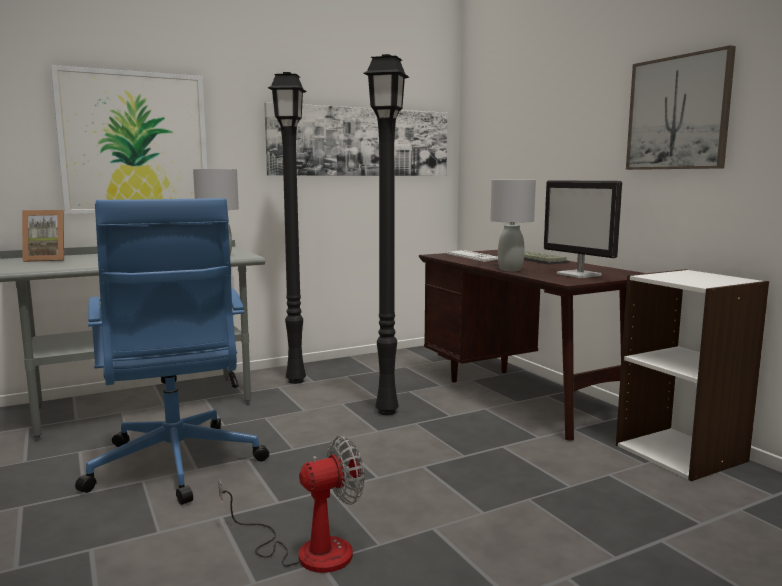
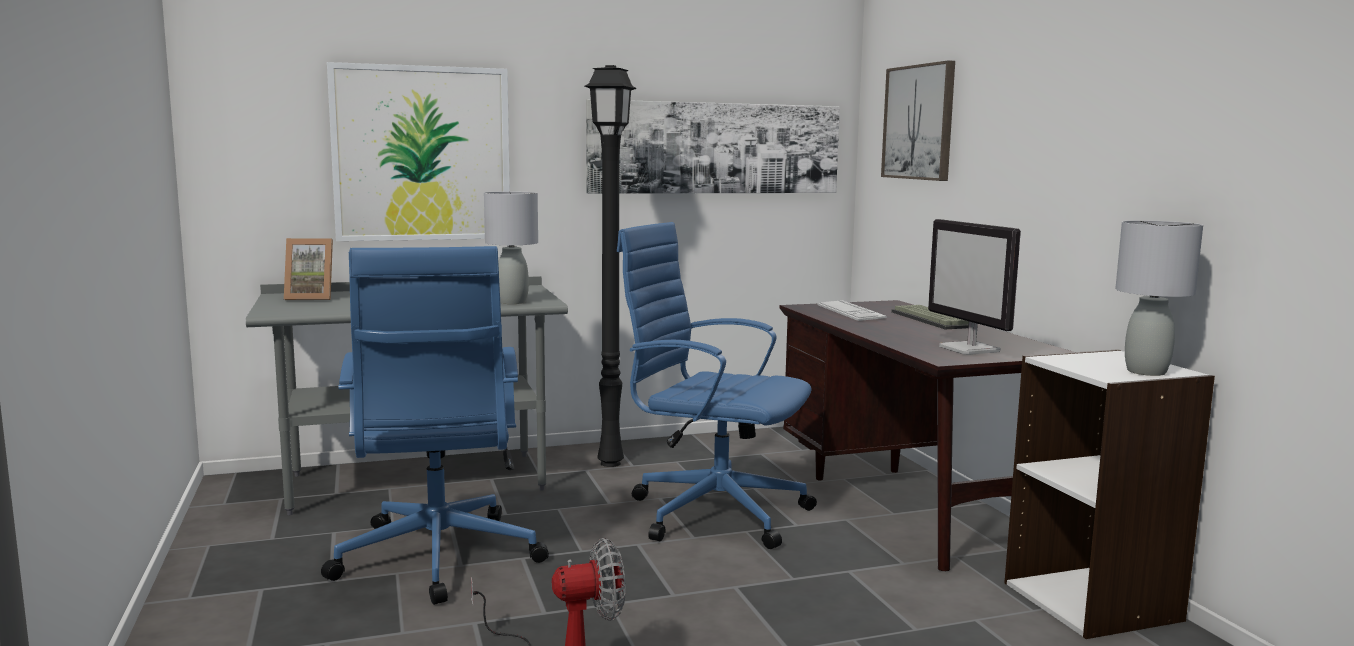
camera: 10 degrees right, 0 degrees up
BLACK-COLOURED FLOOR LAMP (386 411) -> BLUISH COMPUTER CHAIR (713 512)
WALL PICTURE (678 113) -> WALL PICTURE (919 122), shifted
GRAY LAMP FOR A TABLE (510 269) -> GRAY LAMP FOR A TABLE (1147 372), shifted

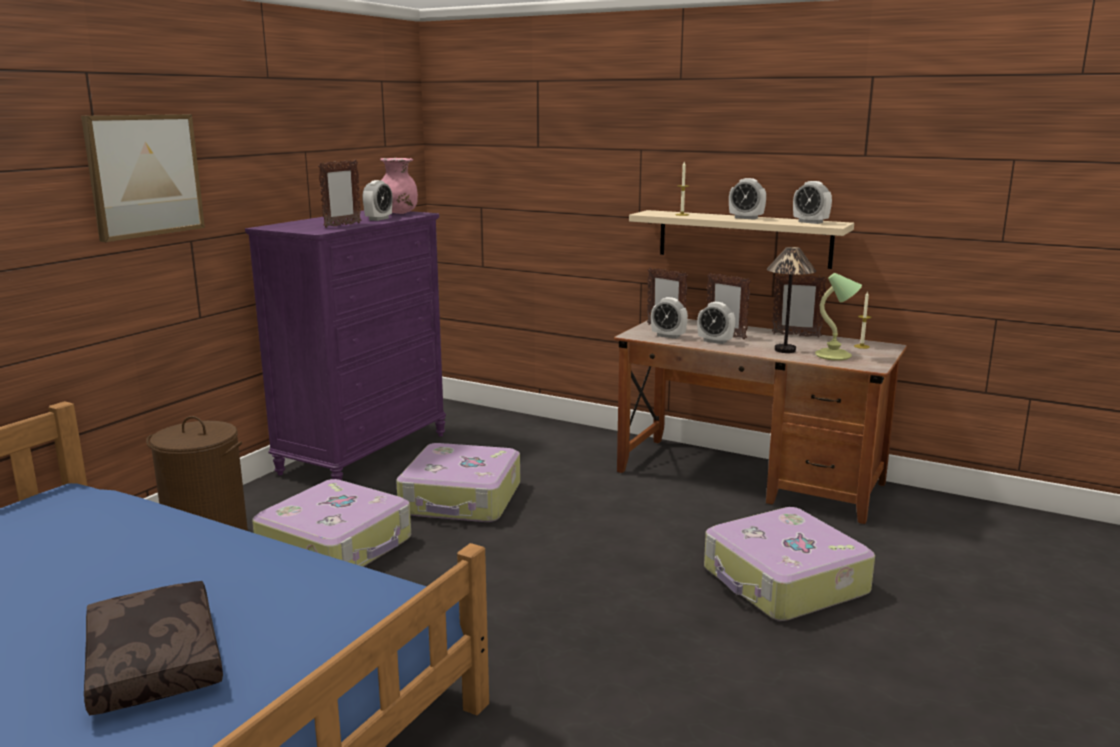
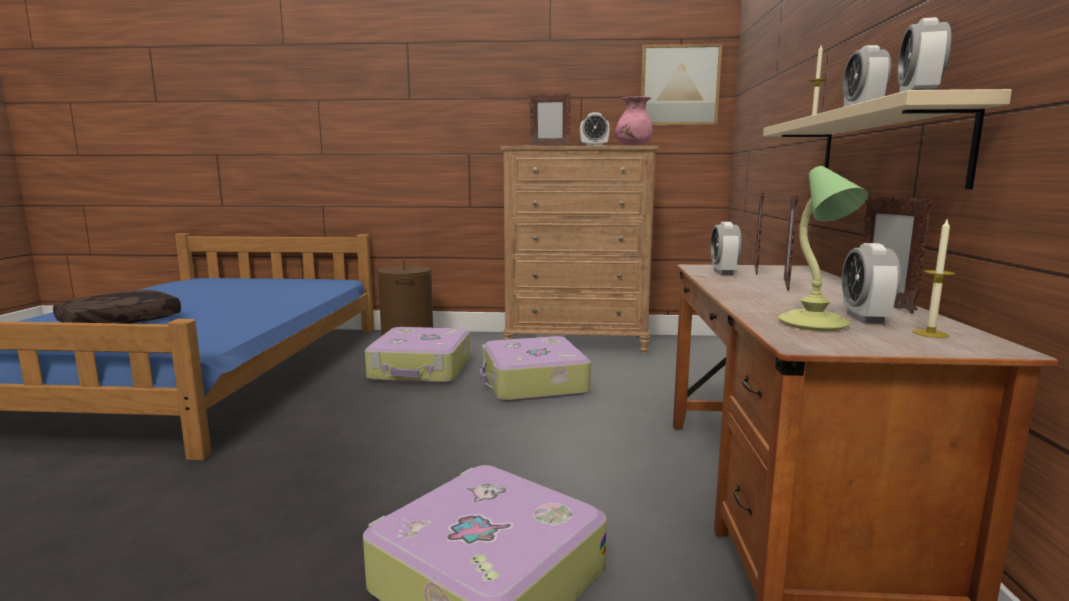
camera: 65 degrees right, 5 degrees down
PURPLE DRAWER CHEST (364 453) -> BROWN-COLOURED DRAWER CHEST (576 343)
WALL PICTURE (144 175) -> WALL PICTURE (679 86), shifted
TABLE CLOCK (715 341) -> TABLE CLOCK (865 318), shifted
LAMP FOR A TABLE (785 350) -> none

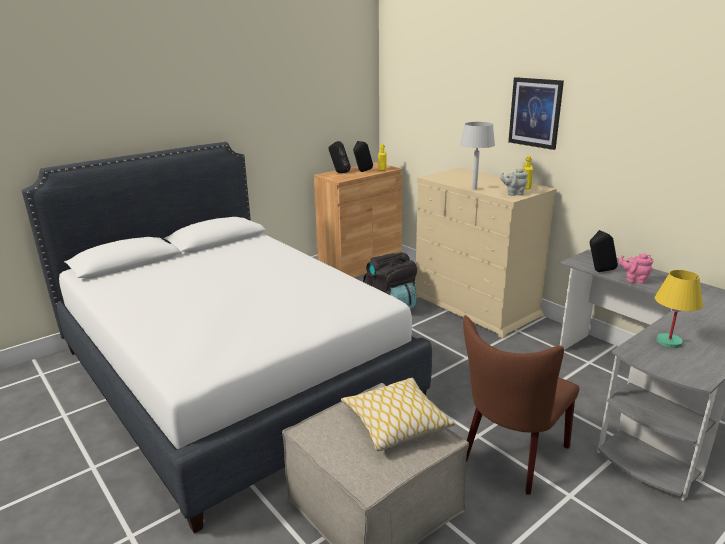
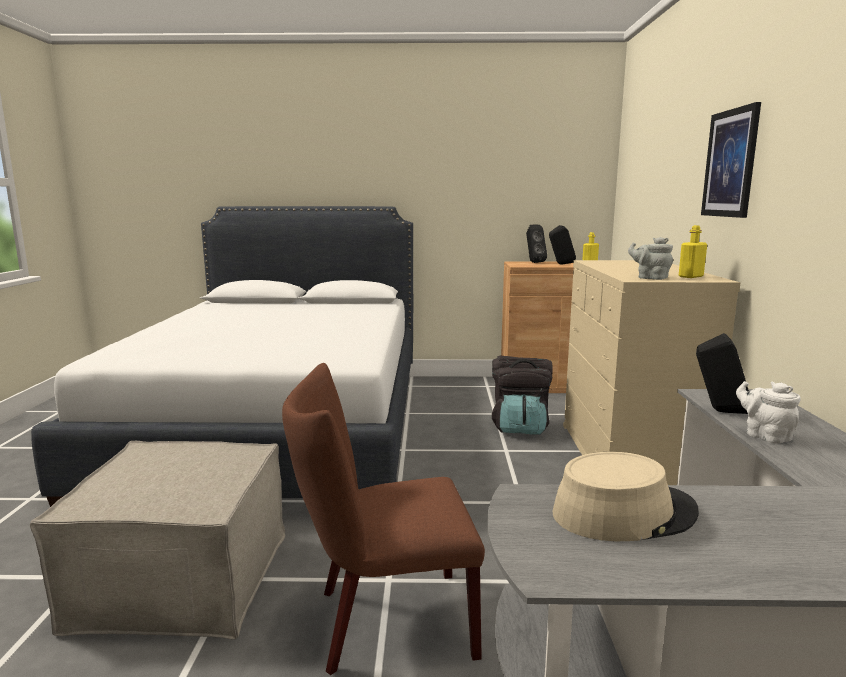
camera: 40 degrees right, 10 degrees down
YELLOW LAMP FOR A TABLE (668 342) -> BEIGE CLOTHING HAT (623 513)
PINK TEAPOT (634 280) -> WHITISH TEAPOT (765 435)
PILLOW (395 423) -> none
GRAY LAMP FOR A TABLE (474 189) -> none

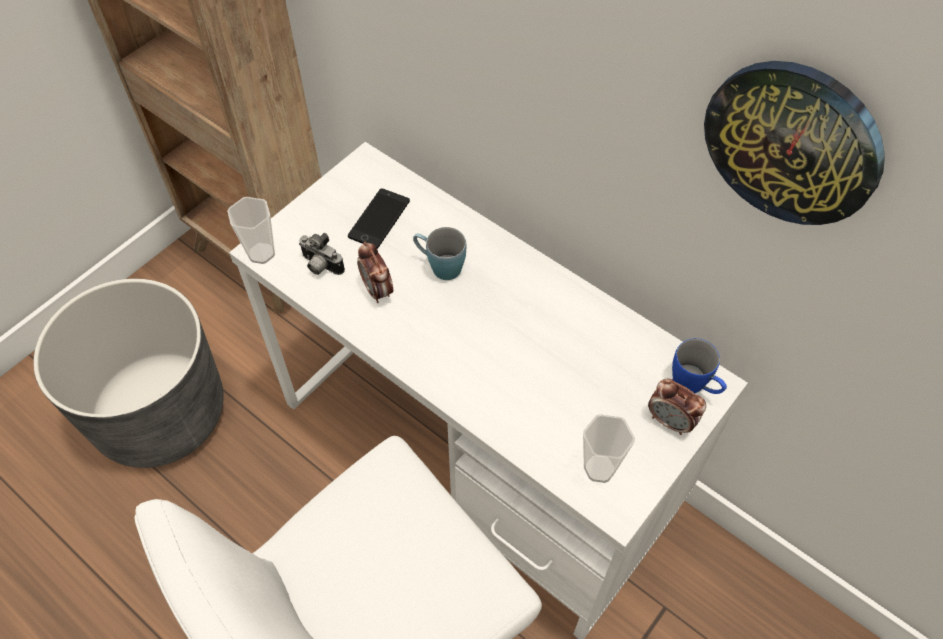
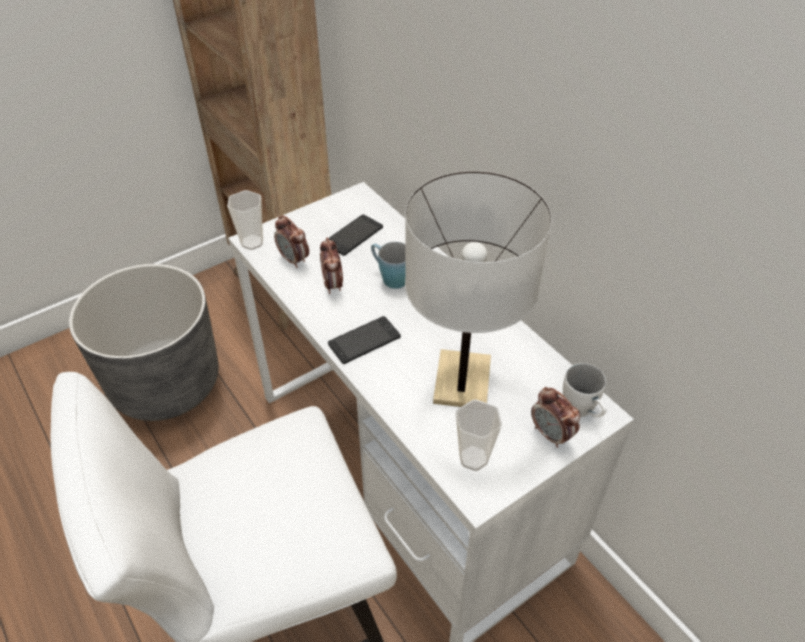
camera: 15 degrees right, 10 degrees down
PHOTO CAMERA (320 266) -> TABLE CLOCK (294 260)
none -> PHONE (364 340)
none -> WHITISH LAMP FOR A TABLE (462 381)
BLUISH TEA MUG (694 386) -> WHITISH TEA MUG (582 411)
WALL CLOCK (792 143) -> none

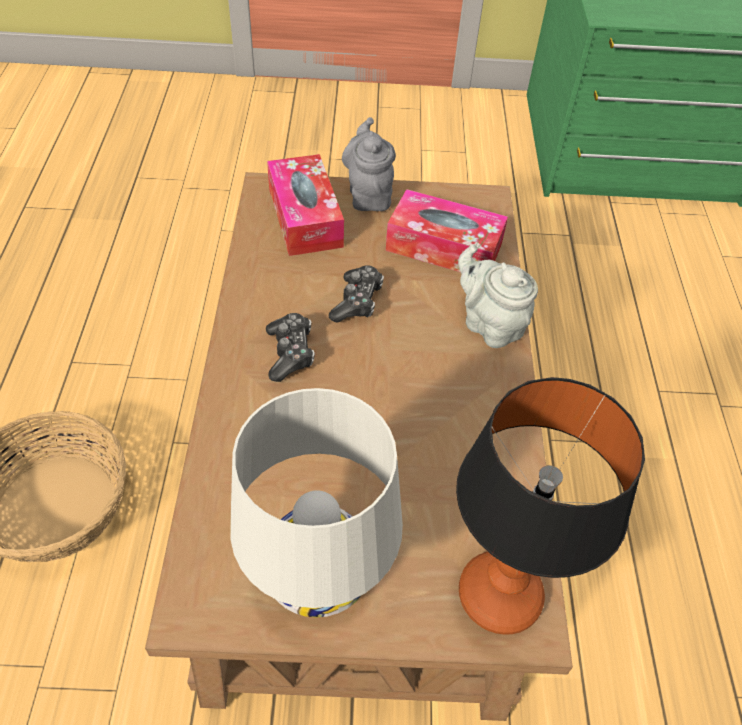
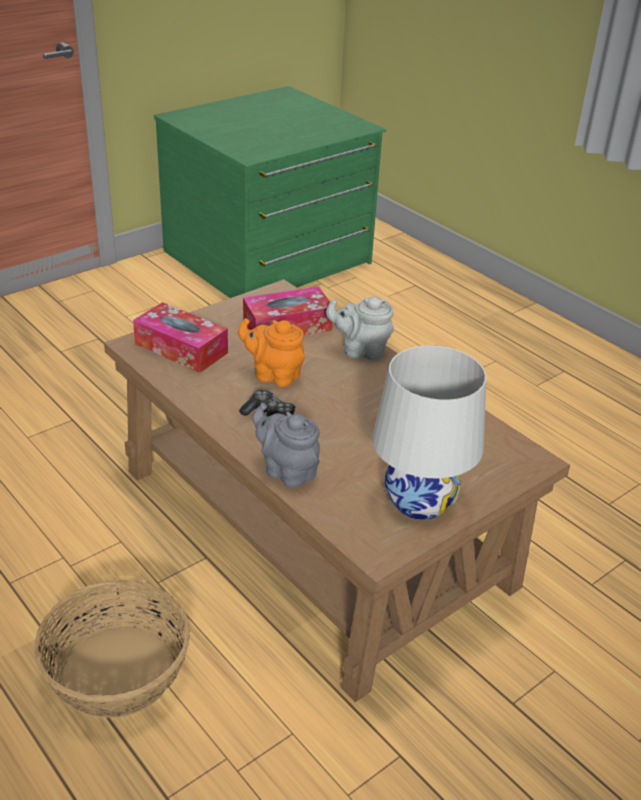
camera: 40 degrees left, 15 degrees down
JOYPAD (357 301) -> ORANGE TEAPOT (273 375)
GRAY TEAPOT (368 195) -> GRAY TEAPOT (287 471), shifted
LAMP FOR A TABLE (501 596) -> none

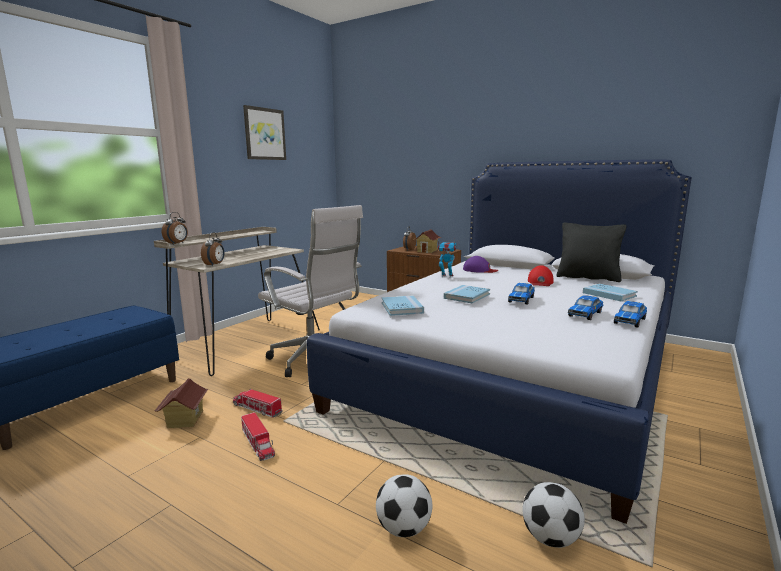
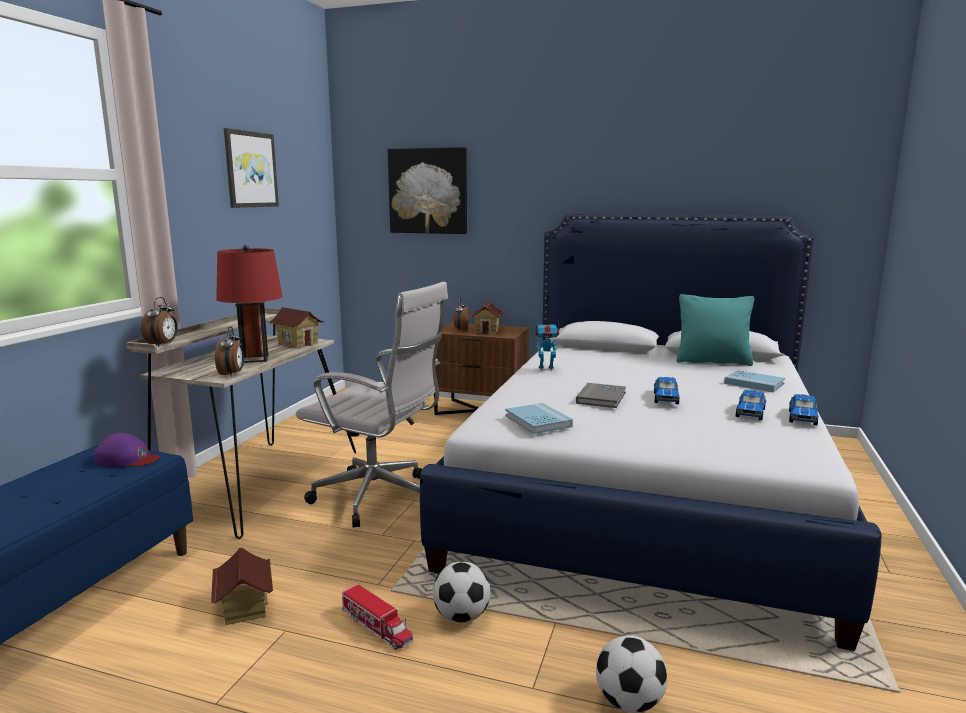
camera: 15 degrees left, 0 degrees up
PURPLE BASEBALL CAP (479 270) -> PURPLE BASEBALL CAP (127 459), shifted
none -> RED-COLOURED LAMP FOR A TABLE (255 359)
none -> MINIATURE HOUSE (298 343)
none -> WALL PICTURE (428 191)
BALL FOR FOOTBALL (550 538) -> BALL FOR FOOTBALL (462 617), shifted
BLUISH VOLUME (467 296) -> GRAY VOLUME (601 398)
BLACK-COLOURED PILLOW (588 278) -> BLUE-GREEN PILLOW (712 361)
TOY TRUCK (257 409) -> none
RED-COLOURED BASEBALL CAP (540 282) -> none

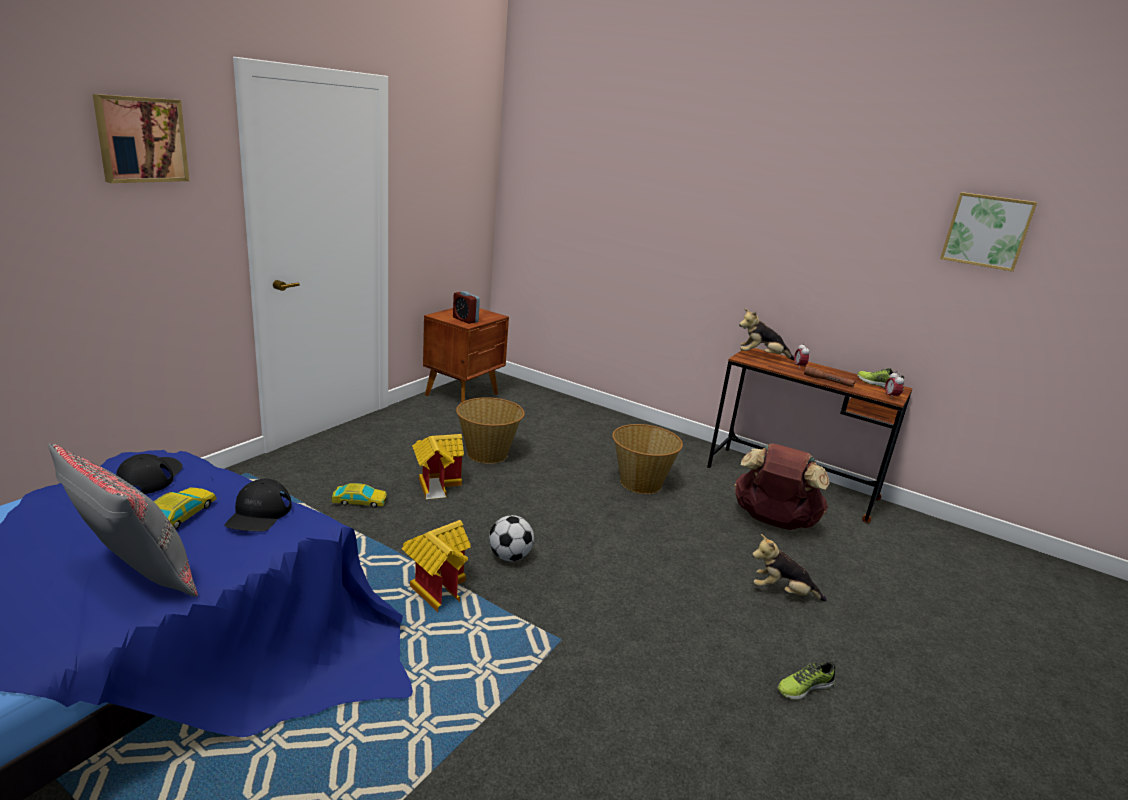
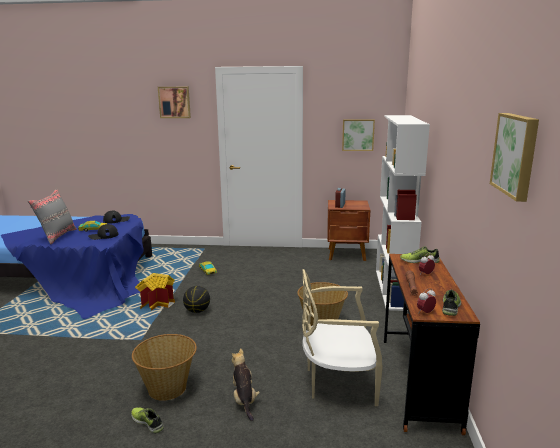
camera: 65 degrees right, 5 degrees down
HOUSEHOLD BASKET (488 453) -> HOUSEHOLD BASKET (168 388), shifted
BALL FOR FOOTBALL (510 556) -> BASKETBALL BALL (197 311)
BROWN-COLOURED BACKPACK (773 522) -> BEIGE PLAIN CHAIR (338 382)
none -> WALL PICTURE (358 135)
none -> WHITISH BOOKCASE (393 289)
CUDDLY TOY (761 357) -> ITEM OF FOOTWEAR (419 261)
MINIATURE HOUSE (437 484) -> none

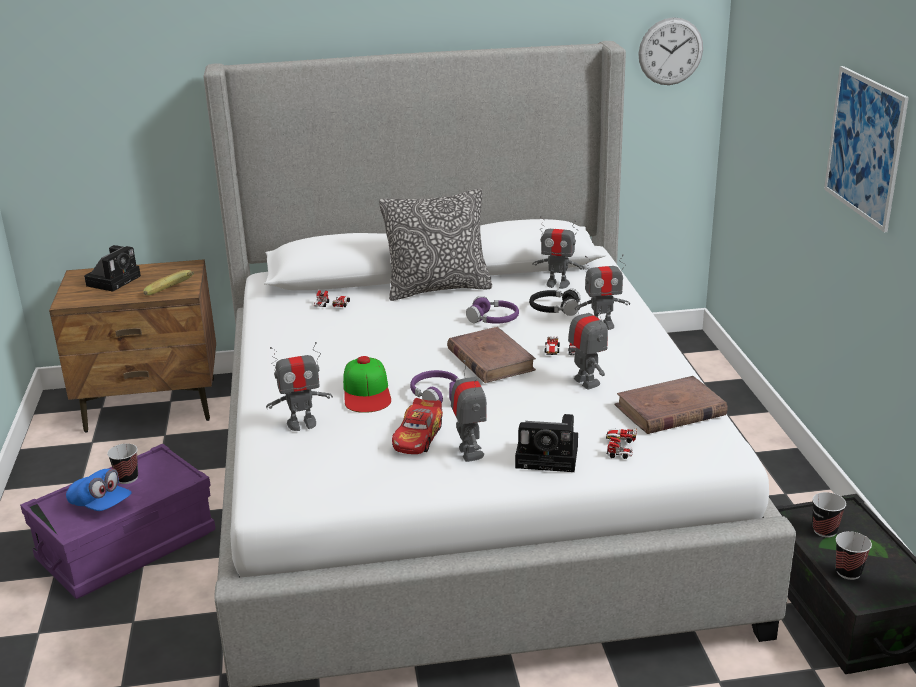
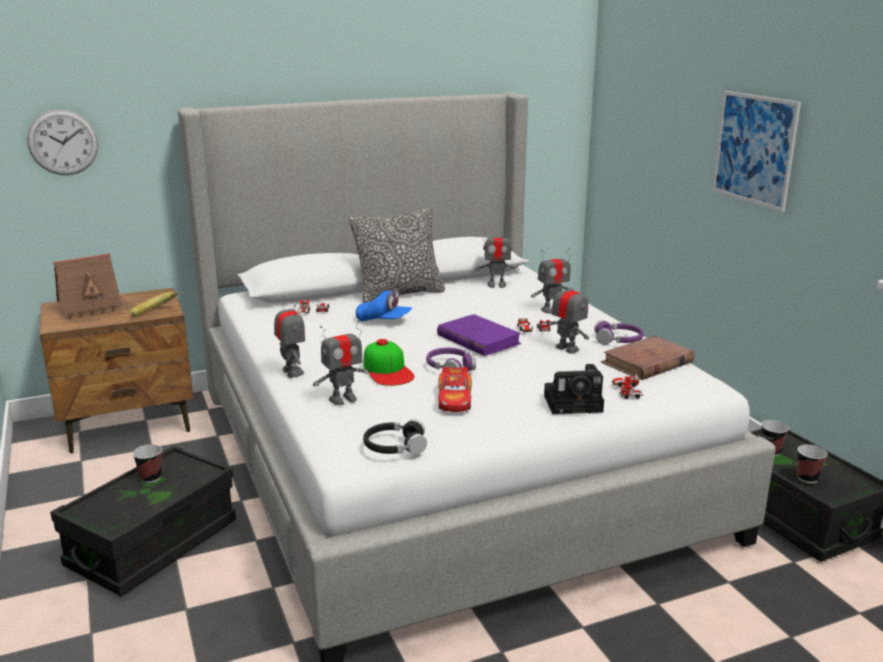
camera: 15 degrees left, 5 degrees down
WALL CLOCK (670 51) -> WALL CLOCK (63 142), shifted
PURPLE STORAGE CONTAINER (127 546) -> BLACK-COLOURED STORAGE CONTAINER (153 544)
PHOTO CAMERA (114 280) -> MINIATURE HOUSE (94 307)
ROBOT FIGURE (470 453) -> ROBOT FIGURE (292 372), shifted
BLUISH BASEBALL CAP (101 505) -> BLUISH BASEBALL CAP (383 321), shifted
BLACK-COLOURED HEADPHONES (554 309) -> BLACK-COLOURED HEADPHONES (395 447), shifted
BROWN-COLOURED VOLUME (490 359) -> PURPLE VOLUME (478 339)
PURPLE HEADPHONES (493 319) -> PURPLE HEADPHONES (618 340), shifted

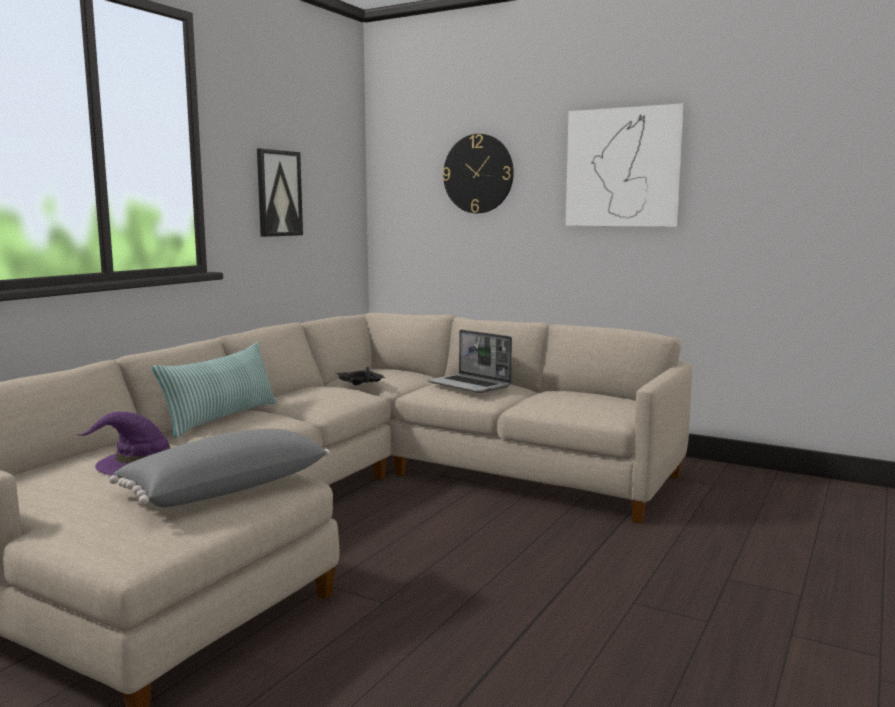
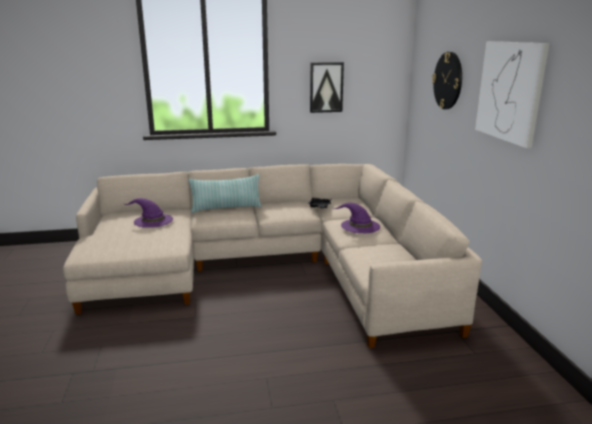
camera: 50 degrees right, 10 degrees up
LAPTOP (470 385) -> PURPLE CLOTHING HAT (359 226)
GRAY PILLOW (225 488) -> none

